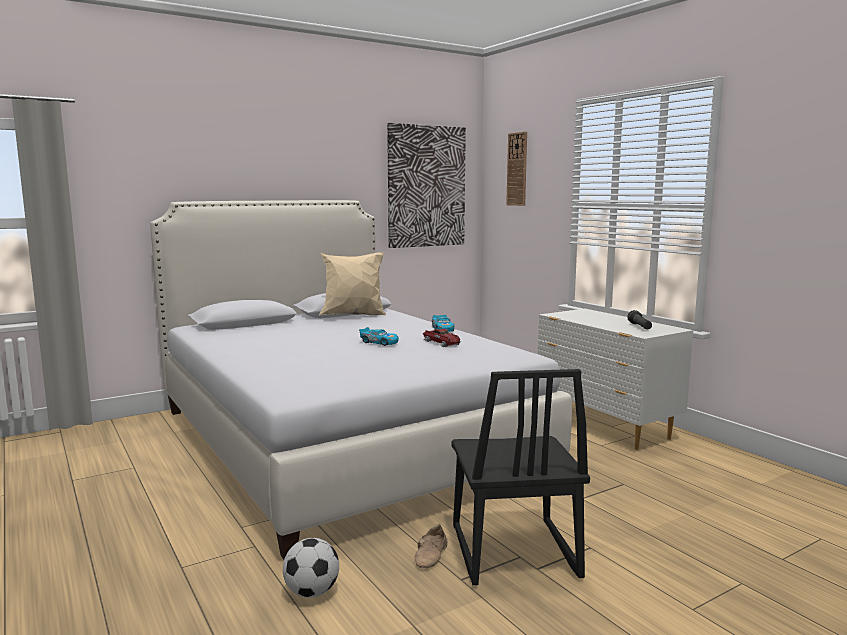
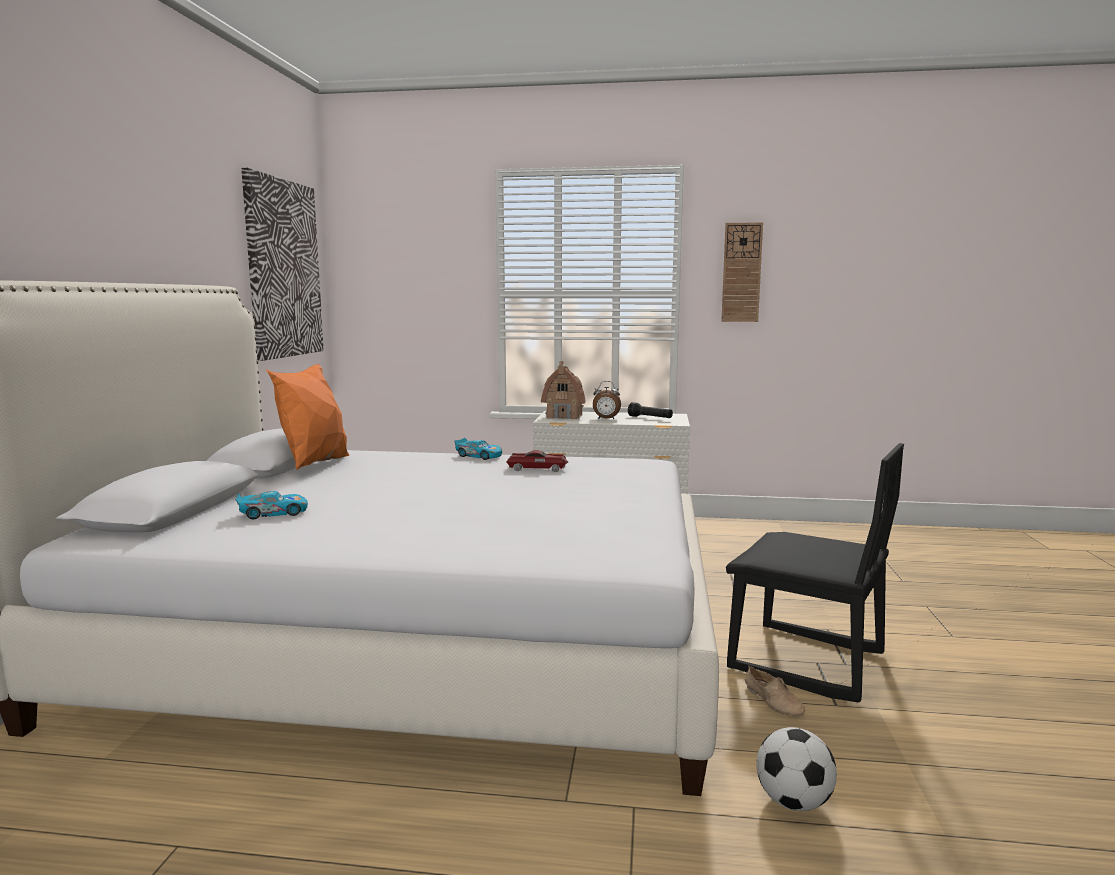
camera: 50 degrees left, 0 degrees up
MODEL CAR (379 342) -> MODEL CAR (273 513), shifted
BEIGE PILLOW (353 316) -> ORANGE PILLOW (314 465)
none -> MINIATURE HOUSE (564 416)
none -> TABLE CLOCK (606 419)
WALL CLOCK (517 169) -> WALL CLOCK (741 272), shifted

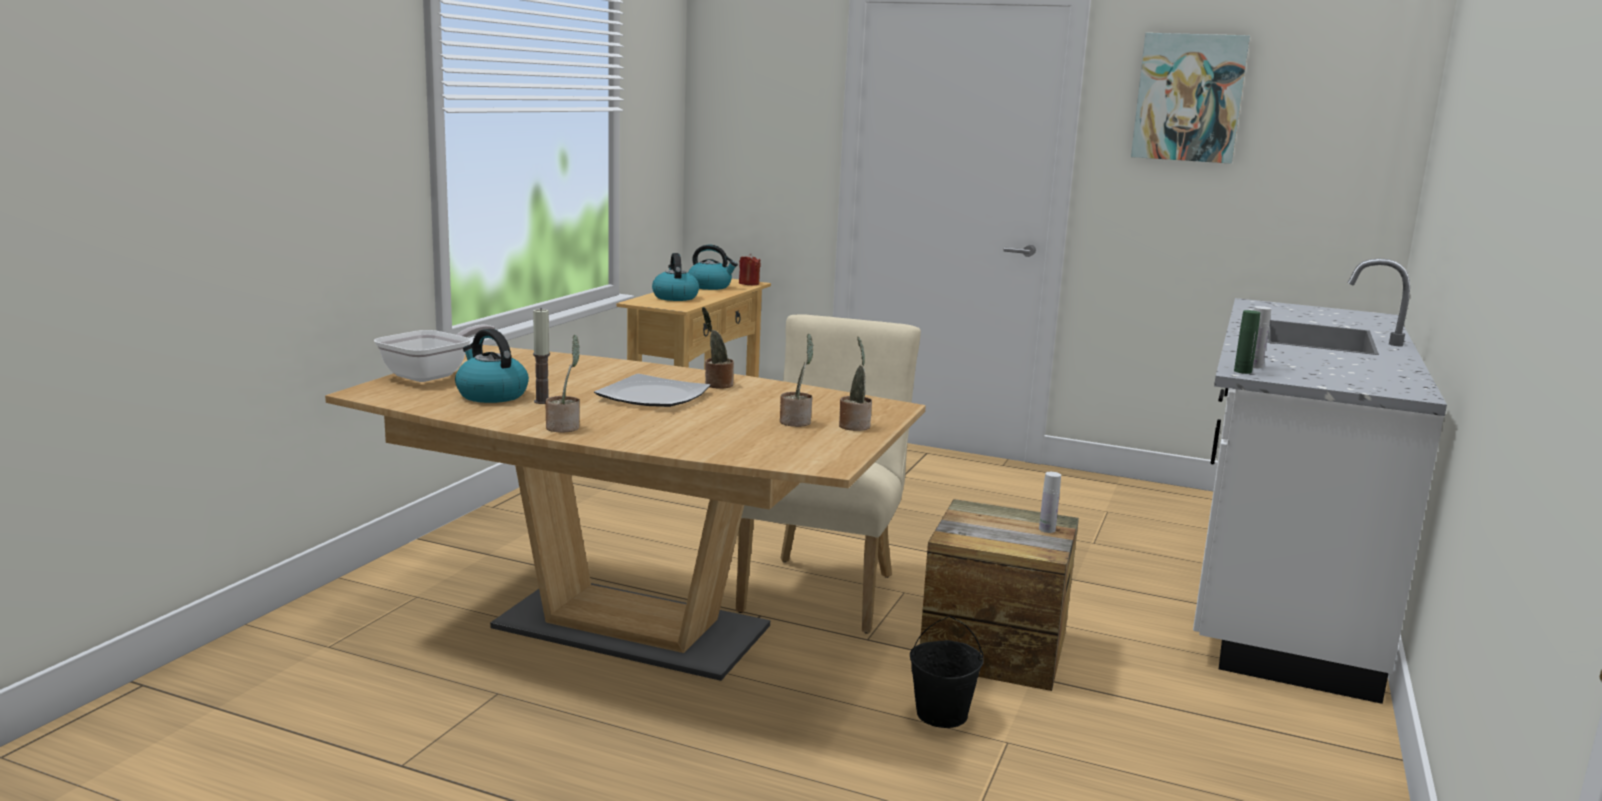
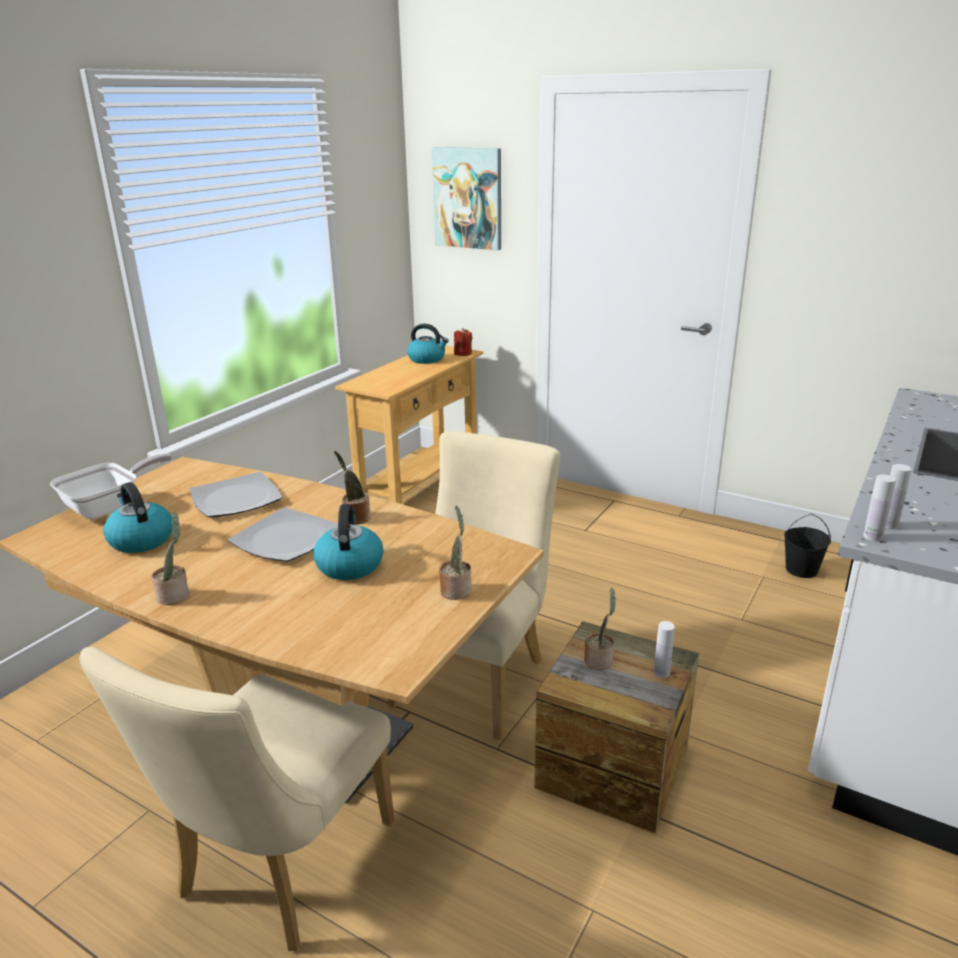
camera: 10 degrees right, 10 degrees up
none -> BEIGE PLAIN CHAIR (277 869)
none -> PLATE (237 499)
WATER KETTLE (675 297) -> WATER KETTLE (349 565), shifted
WALL PICTURE (1189 98) -> WALL PICTURE (468 198), shifted
POTTED PLANT (796 422) -> POTTED PLANT (599 660), shifted
BLACK-COLOURED PAIL (942 714) -> BLACK-COLOURED PAIL (801 569), shifted
GREENISH BEVERAGE BOTTLE (1242 371) -> WHITISH BEVERAGE BOTTLE (872 537)
WAX CANDLE (542 401) -> none

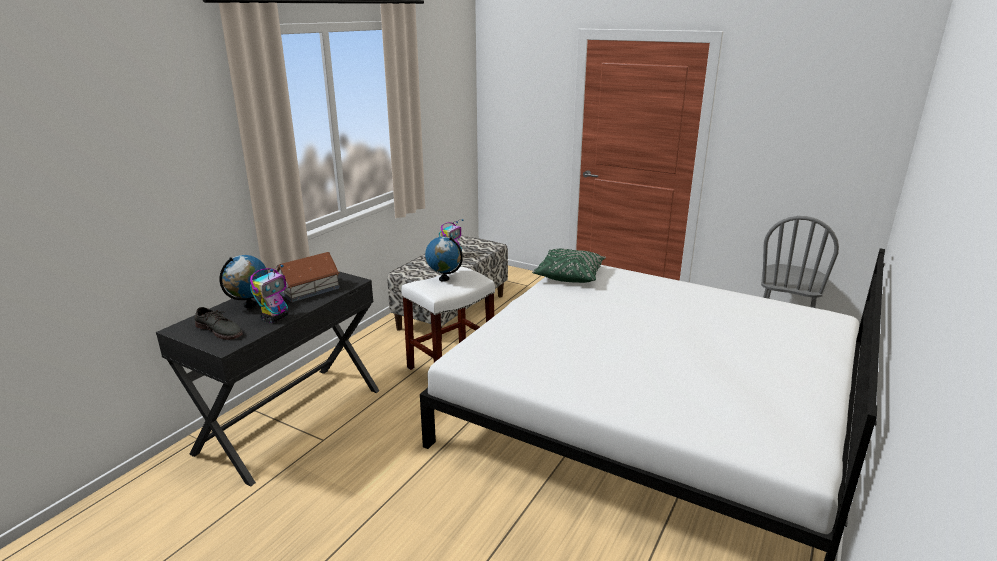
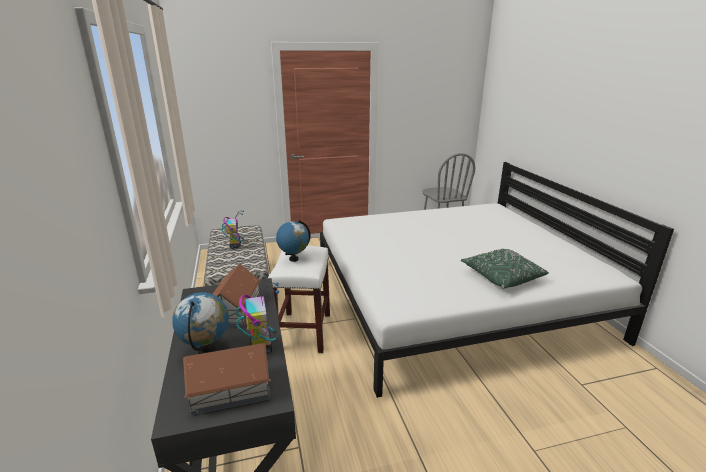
camera: 45 degrees left, 0 degrees up
GRAY ITEM OF FOOTWEAR (220 330) -> MINIATURE HOUSE (230 389)
GREENISH PILLOW (569 275) -> GREENISH PILLOW (501 277), shifted

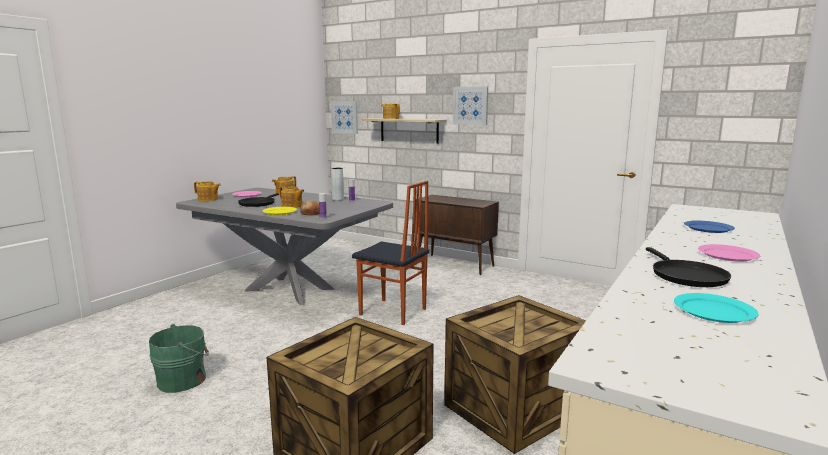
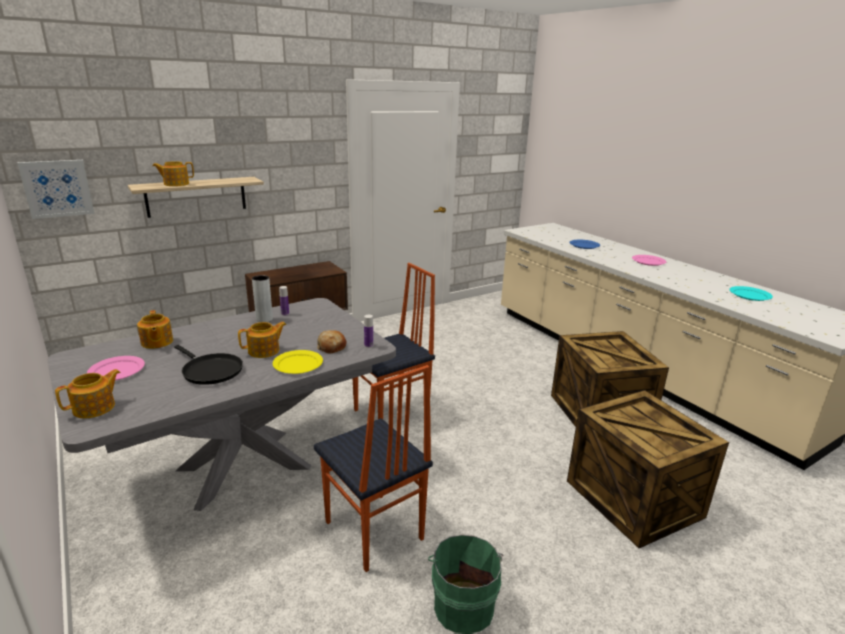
camera: 65 degrees left, 10 degrees up
none -> PLAIN CHAIR (373 532)
WALL PICTURE (470 105) -> none
BLACK-COLOURED SKILLET (686 276) -> none

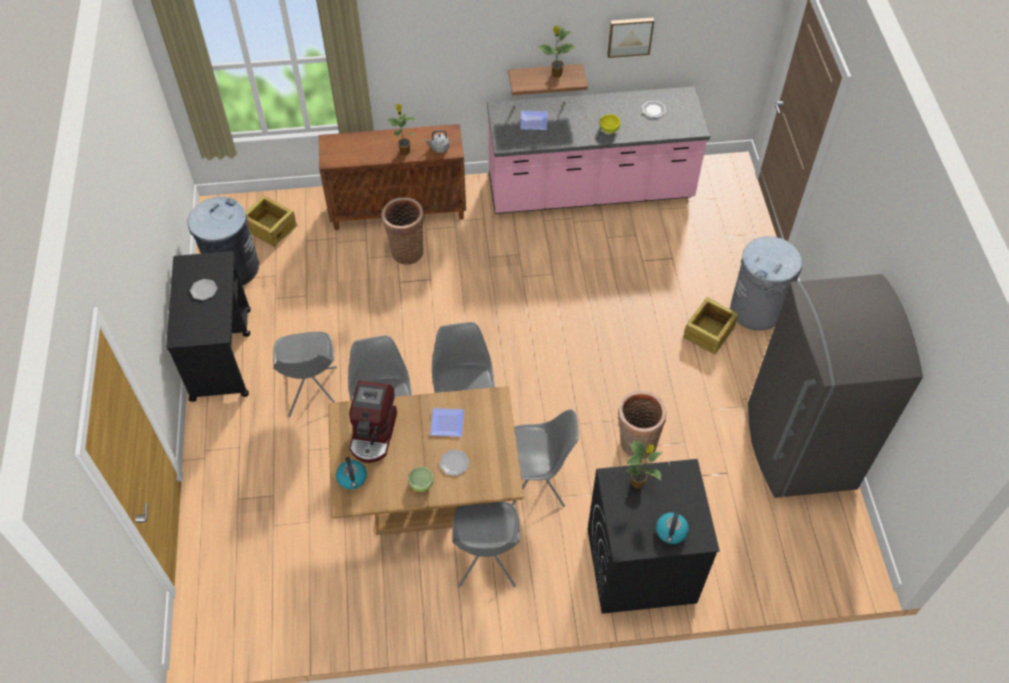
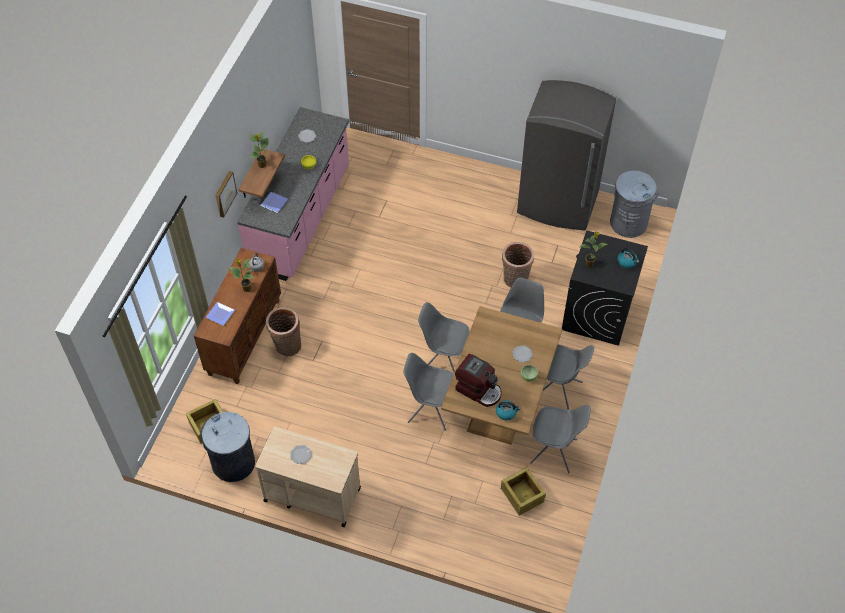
camera: 65 degrees left, 0 degrees up
PLATE (446 424) -> PLATE (220 315), shifted
WALL PICTURE (629 36) -> WALL PICTURE (224 193), shifted
BLACK-COLOURED TROLLEY (221 353) -> BEIGE TROLLEY (311 494)
PACKING CRATE (708 332) -> PACKING CRATE (522 496), shifted
GRAY PLAIN CHAIR (312 393) -> GRAY PLAIN CHAIR (554 451), shifted
GRAY TRASH CAN (756 309) -> GRAY TRASH CAN (628 222), shifted

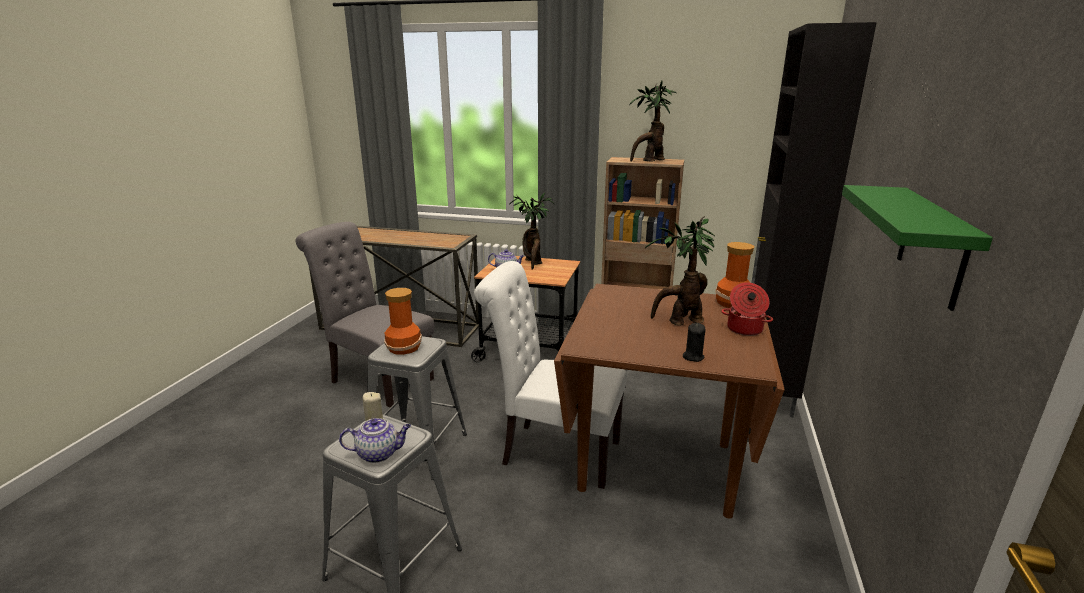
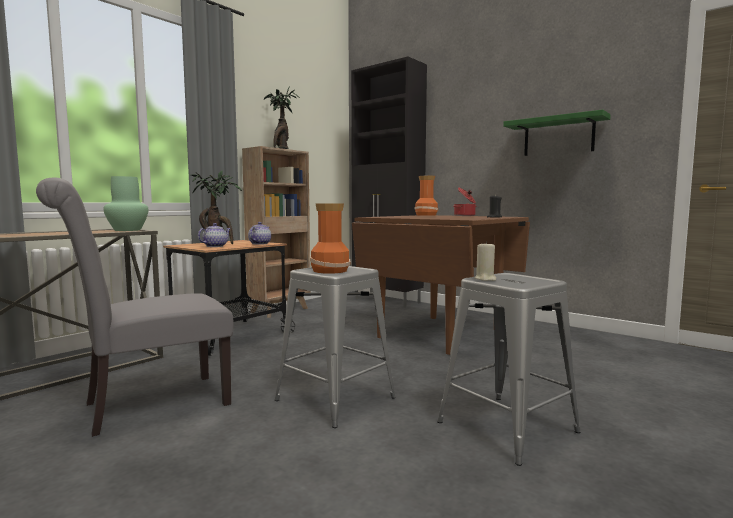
camera: 65 degrees left, 15 degrees down
none -> GREENISH VASE (127 230)
TEAPOT (379 453) -> TEAPOT (260 244), shifted
WHITISH PLAIN CHAIR (553 452) -> none
POTTED PLANT (680 321) -> none

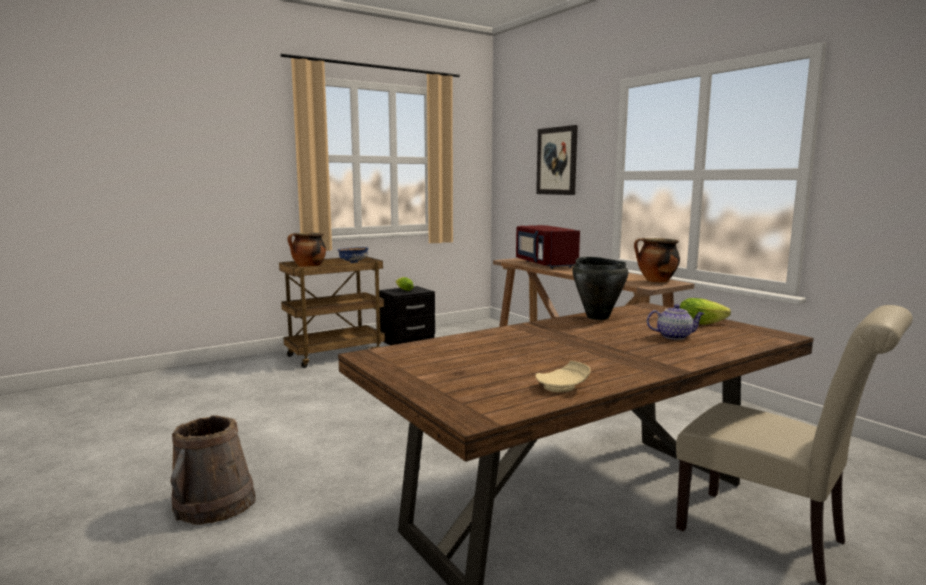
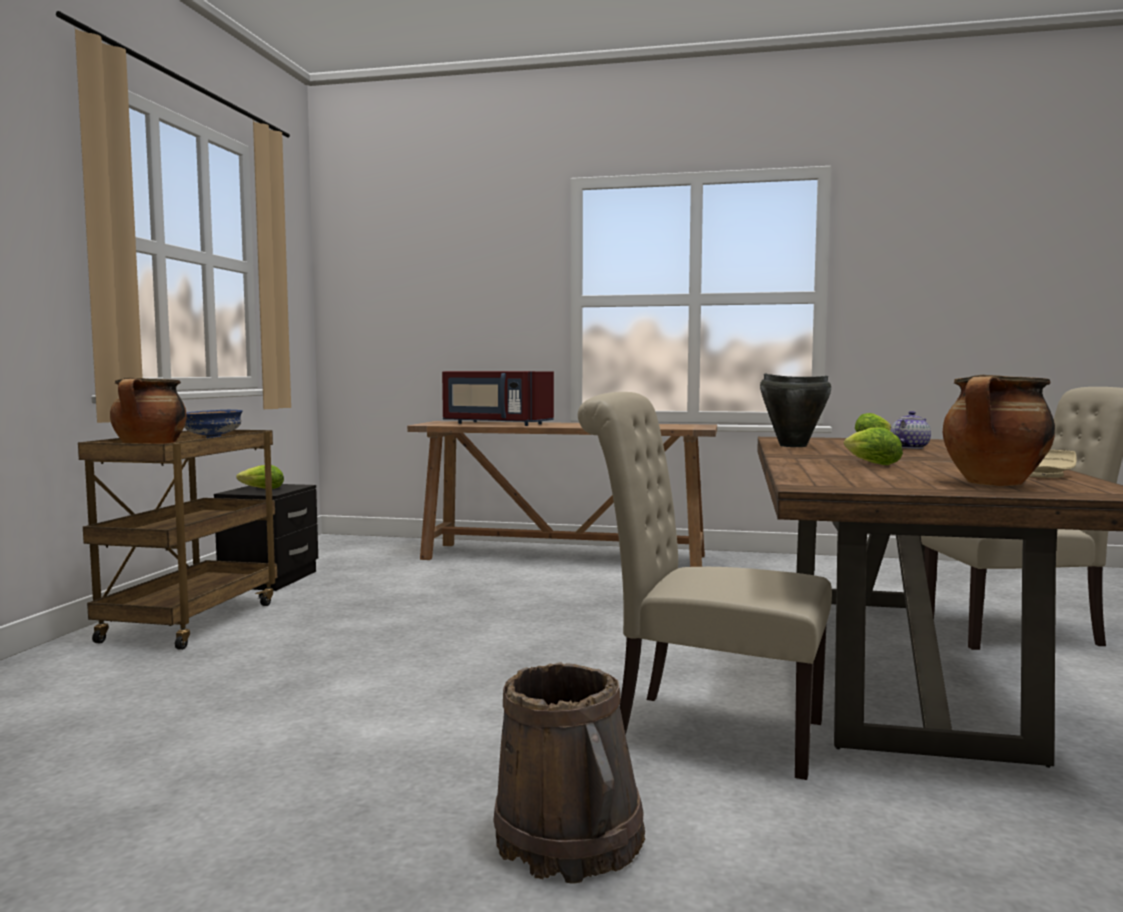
camera: 45 degrees left, 5 degrees down
none -> BEIGE PLAIN CHAIR (704 730)
none -> LETTUCE HEAD (869 463)
SAUCEPOT (656 281) -> SAUCEPOT (994 484), shifted
WALL PICTURE (557 161) -> none

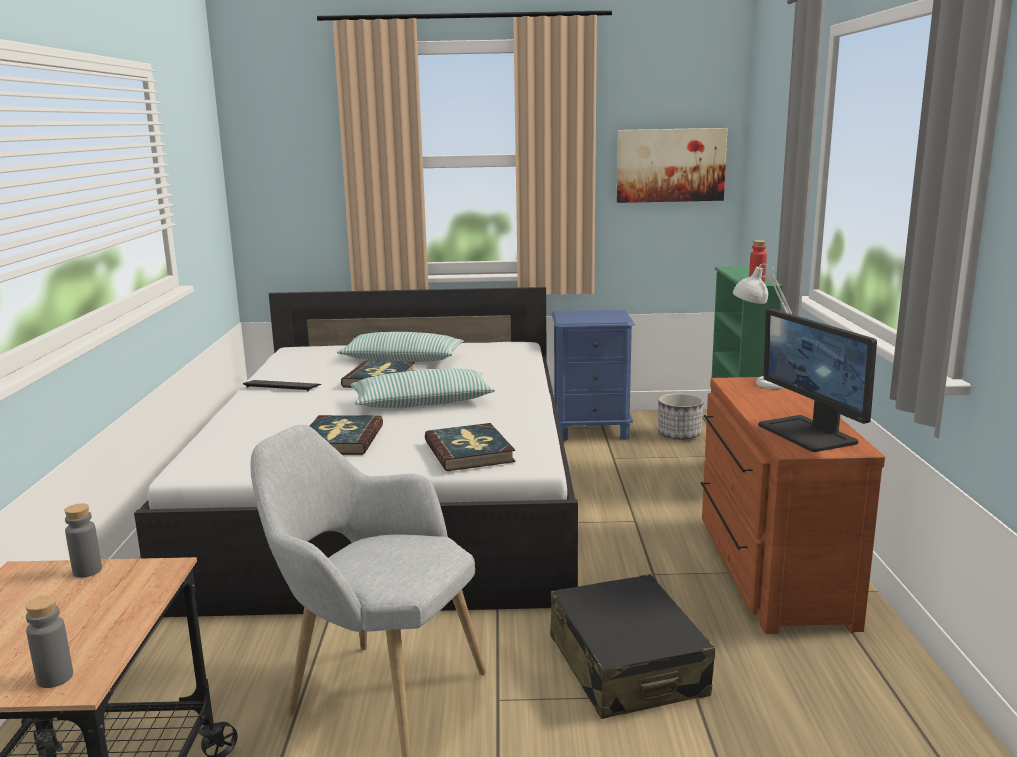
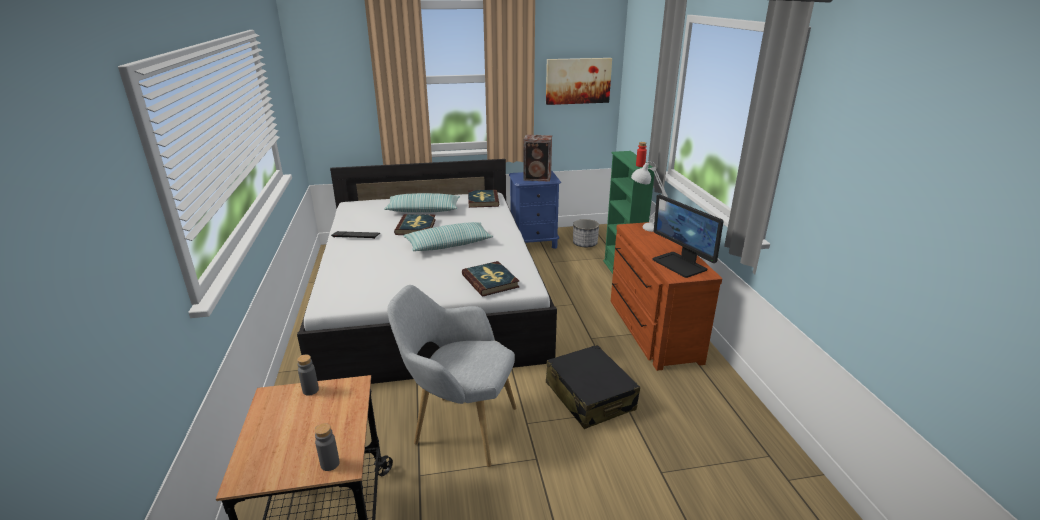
camera: 10 degrees left, 10 degrees up
VOLUME (340 439) -> VOLUME (482 200), shifted
none -> LOUDSPEAKER (538 178)

